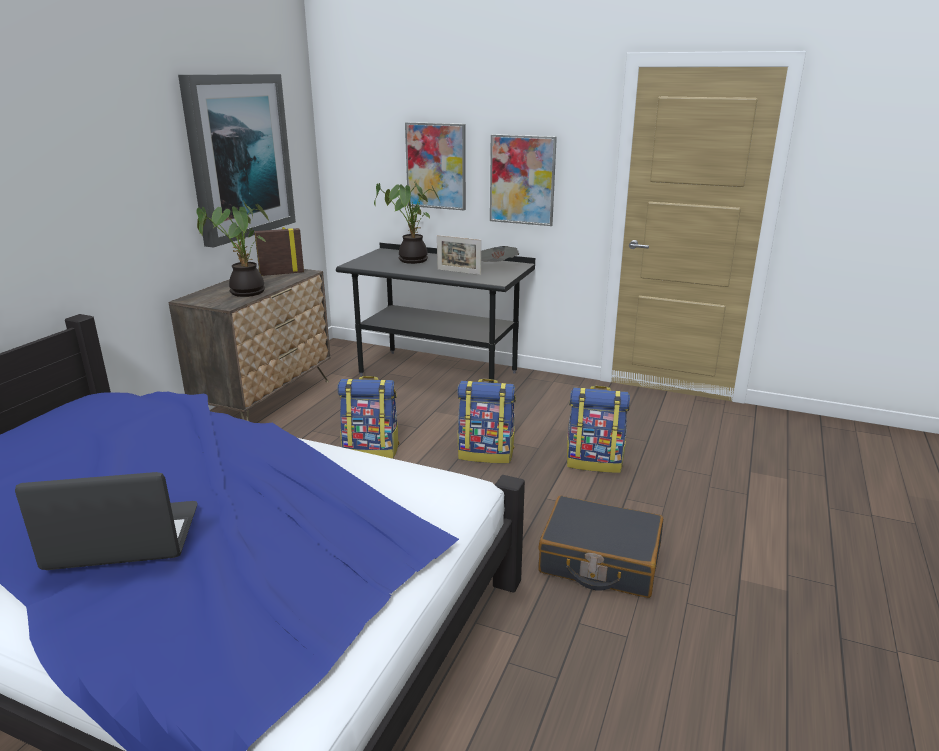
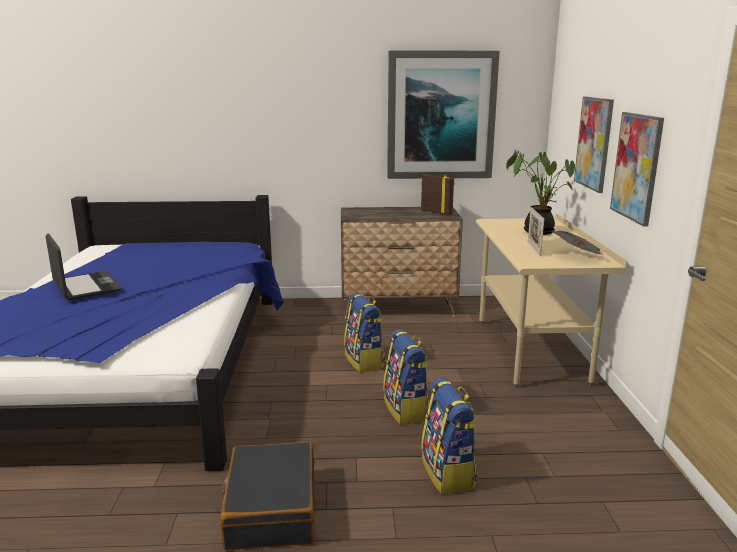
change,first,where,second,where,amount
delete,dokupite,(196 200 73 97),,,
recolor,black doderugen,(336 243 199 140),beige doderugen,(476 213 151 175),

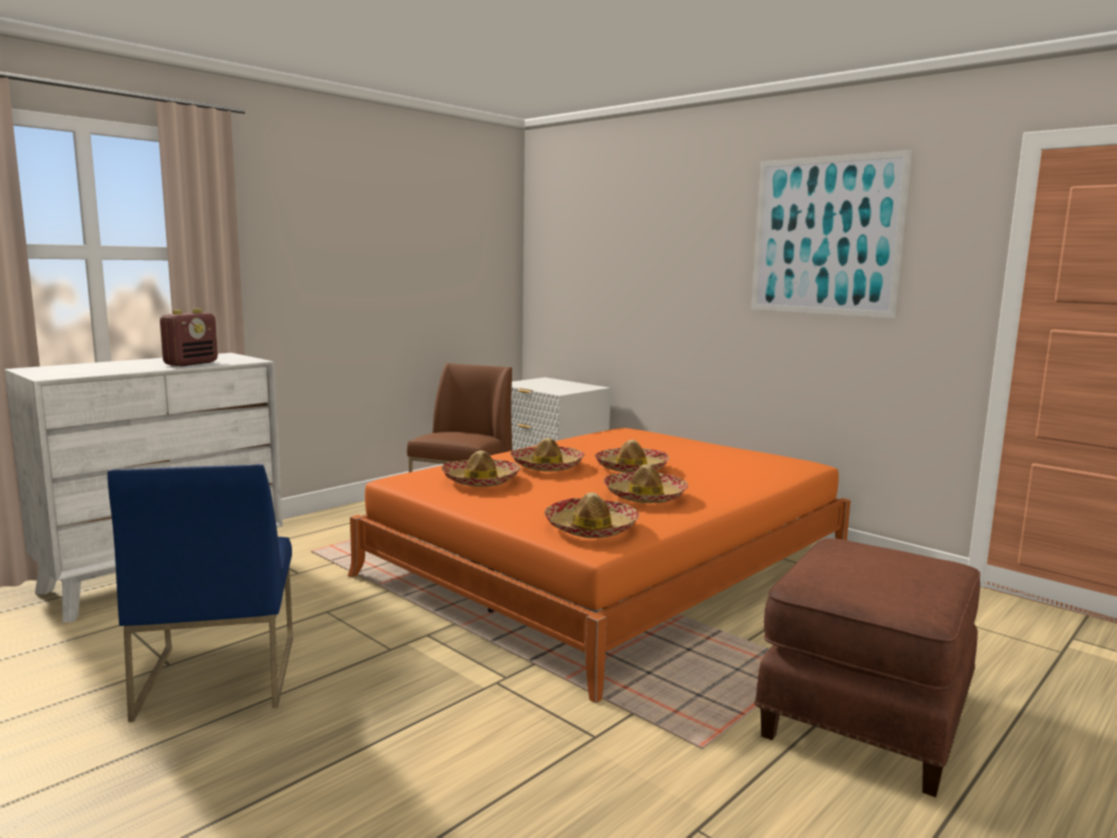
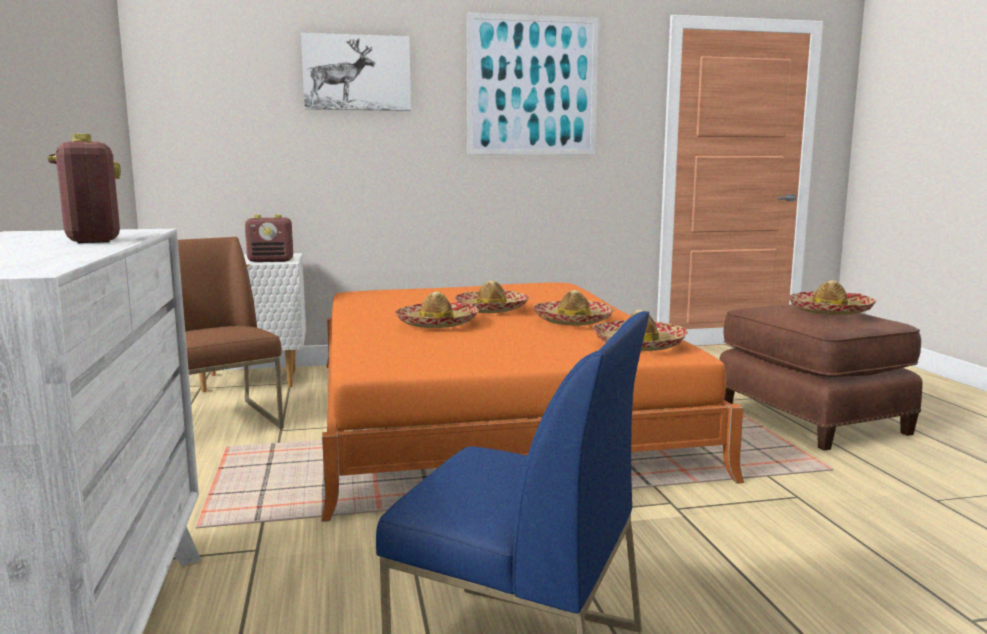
change,first,where,second,where,amount
insert,,,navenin,(245 214 48 48),
insert,,,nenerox,(301 32 110 79),
move,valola,(442 451 79 36),,(788 280 89 35),

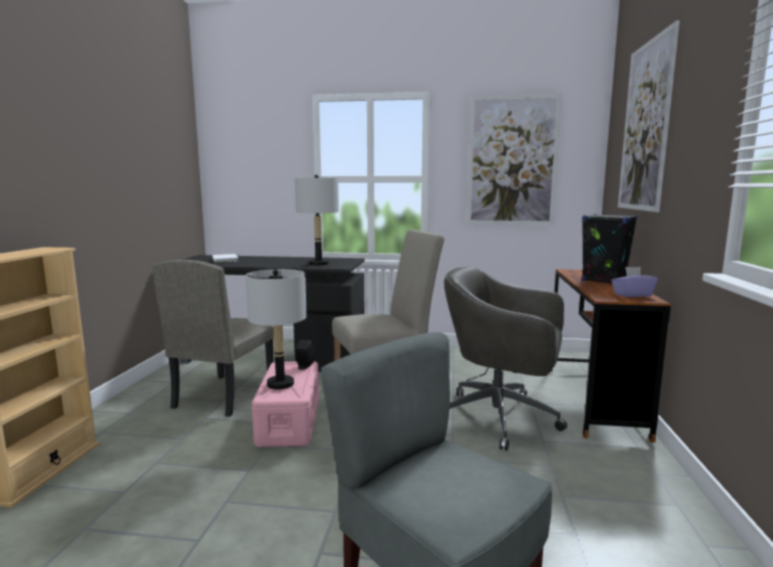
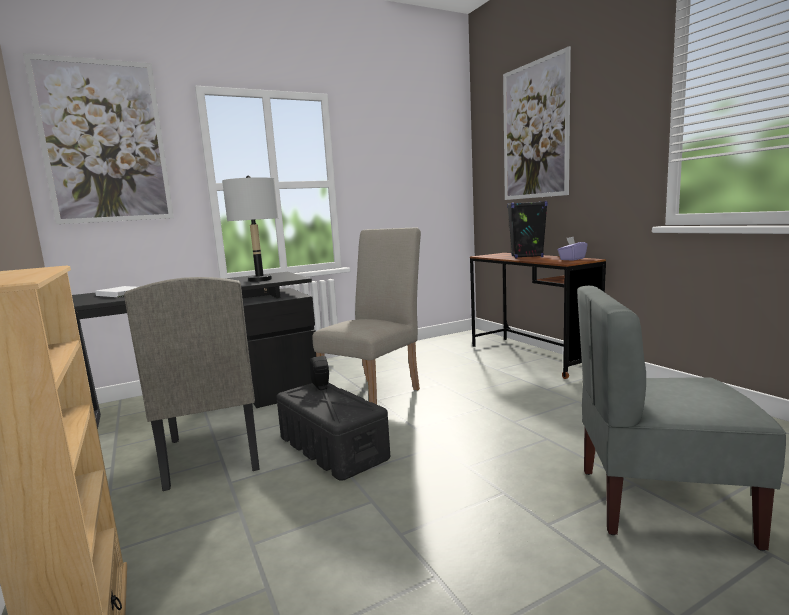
change,first,where,second,where,amount
delete,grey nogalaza,(246 269 61 121),,,
delete,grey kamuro,(444 267 123 184),,,
move,nenerox,(467 94 95 131),,(23 53 151 171),
recolor,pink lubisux,(252 361 67 86),black lubisux,(276 383 114 98),

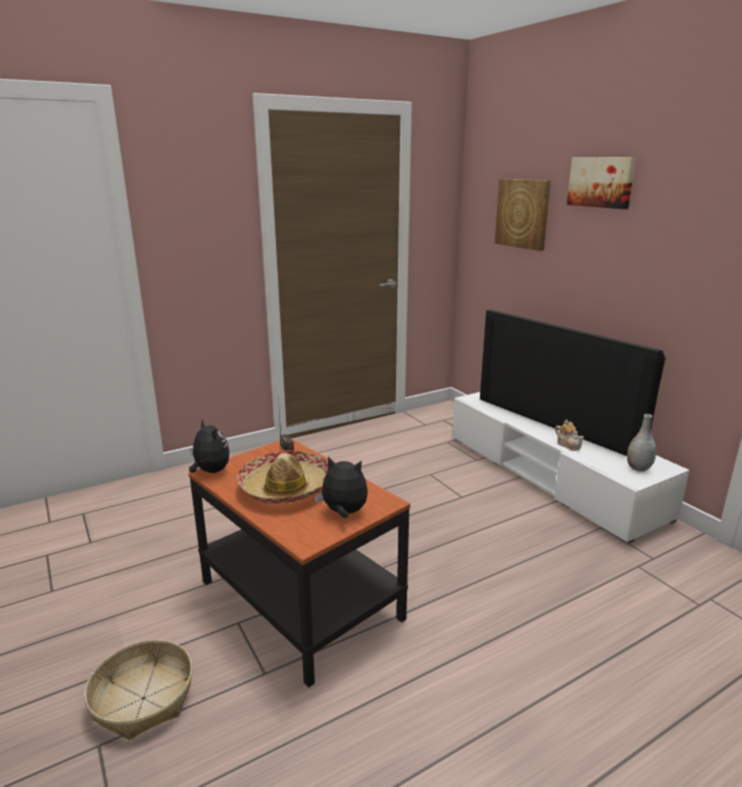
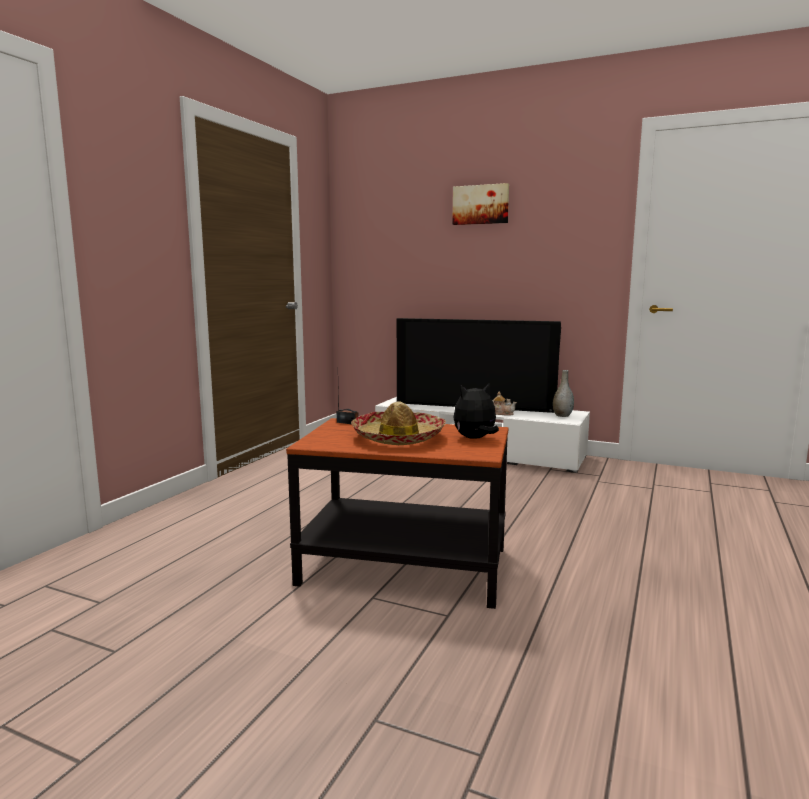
change,first,where,second,where,amount
delete,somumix,(84 640 109 100),,,
delete,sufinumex,(189 418 40 55),,,
delete,nenerox,(495 179 56 72),,,

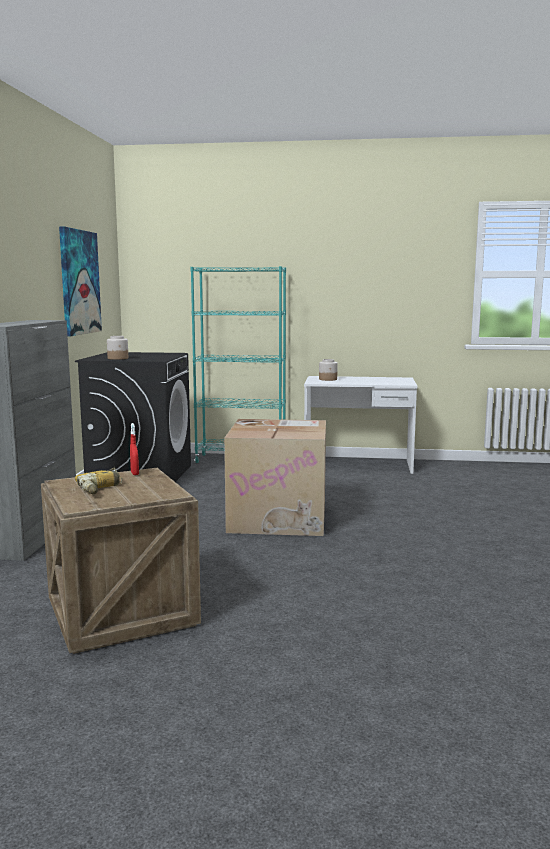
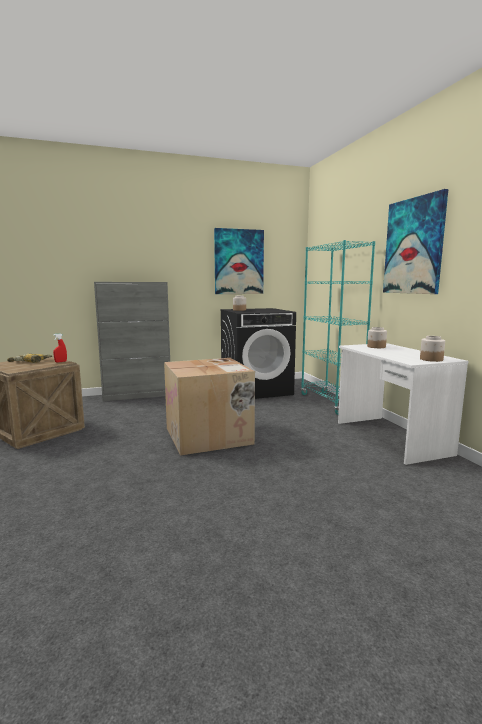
change,first,where,second,where,amount
insert,,,nenerox,(383 189 65 105),
insert,,,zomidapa,(420 336 25 26),

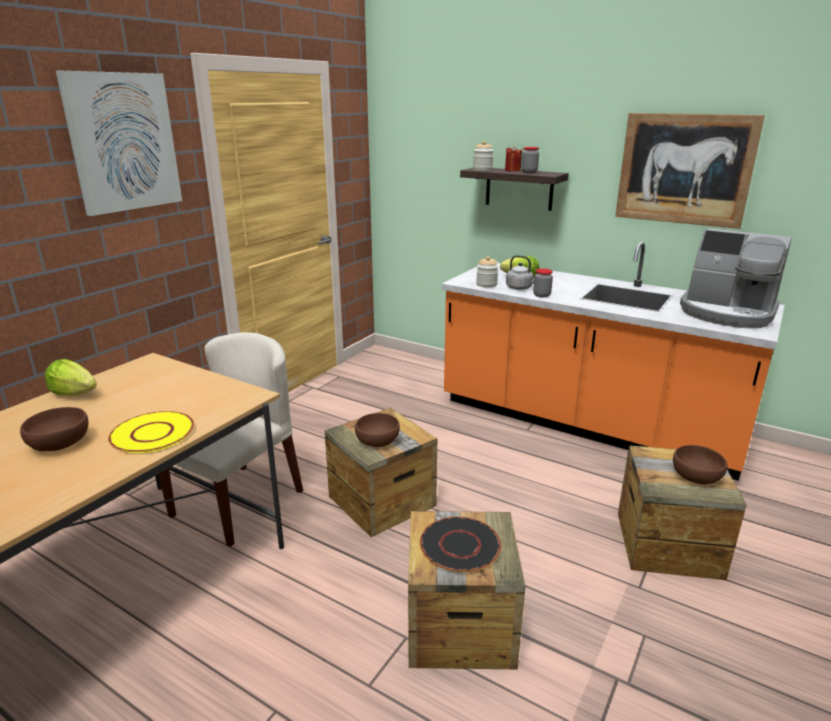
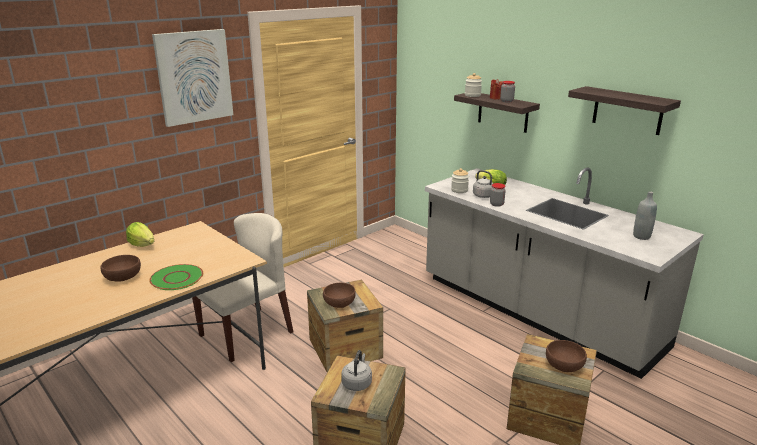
change,first,where,second,where,amount
replace,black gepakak,(420 517 81 55),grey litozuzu,(341 350 31 41),
replace,nenerox,(615 113 150 116),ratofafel,(568 86 113 49),
replace,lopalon,(680 228 112 100),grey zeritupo,(633 191 24 49),
recolor,yellow gepakak,(108 411 86 42),green gepakak,(149 264 54 26),
recolor,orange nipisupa,(442 242 343 239),grey nipisupa,(425 168 279 211),

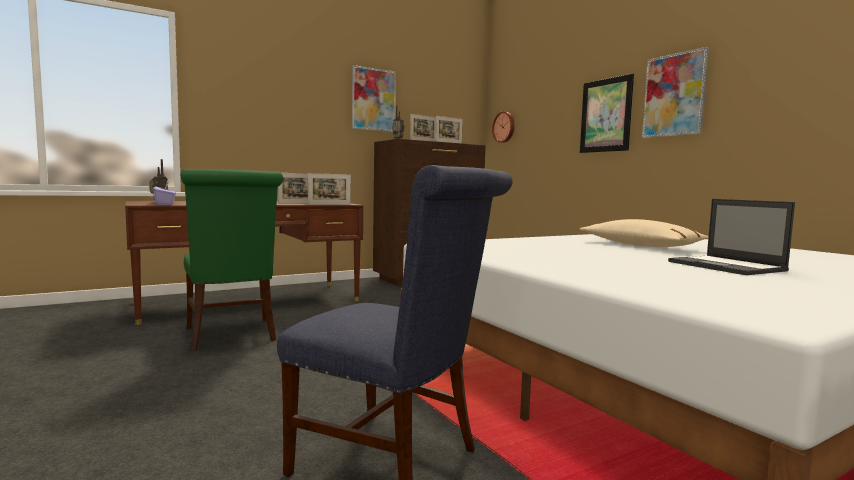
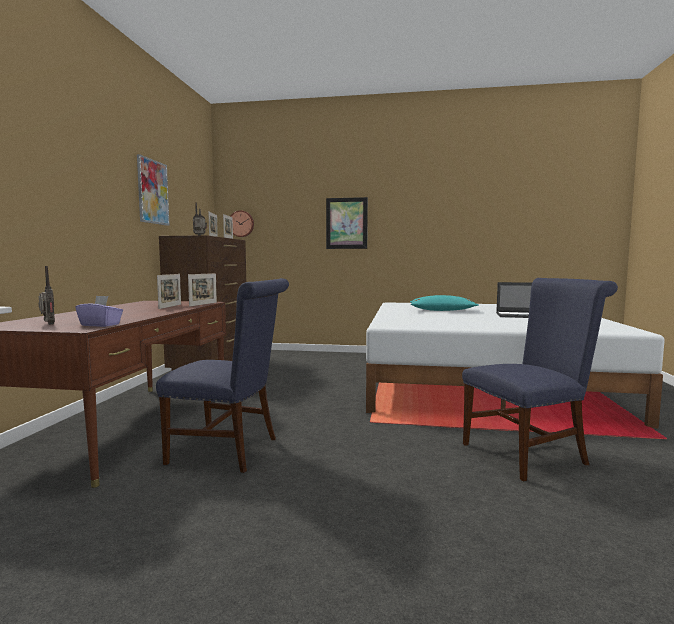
change,first,where,second,where,amount
delete,nenerox,(642 47 67 91),,,
recolor,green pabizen,(181 169 102 181),blue pabizen,(156 278 133 195),
recolor,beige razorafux,(580 219 129 28),turquoise razorafux,(410 295 69 16),

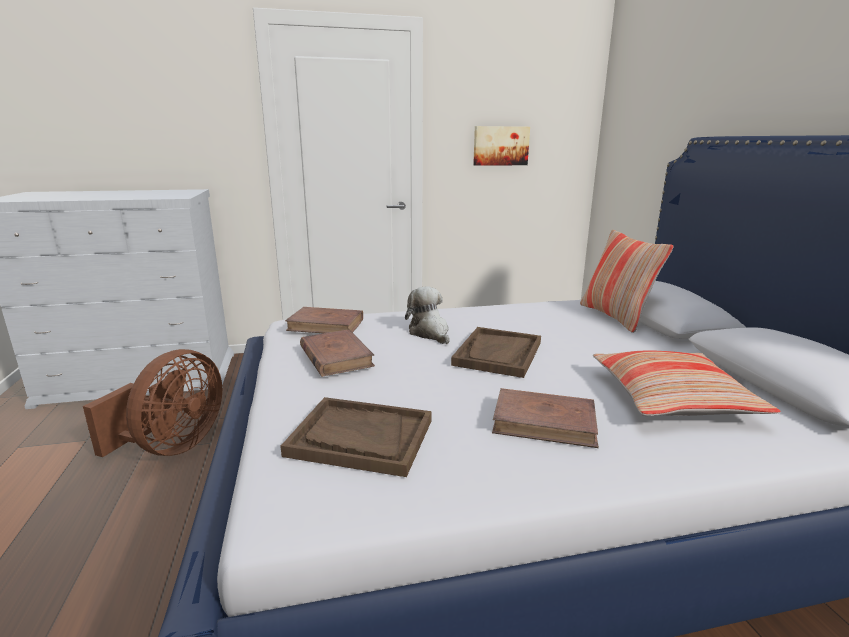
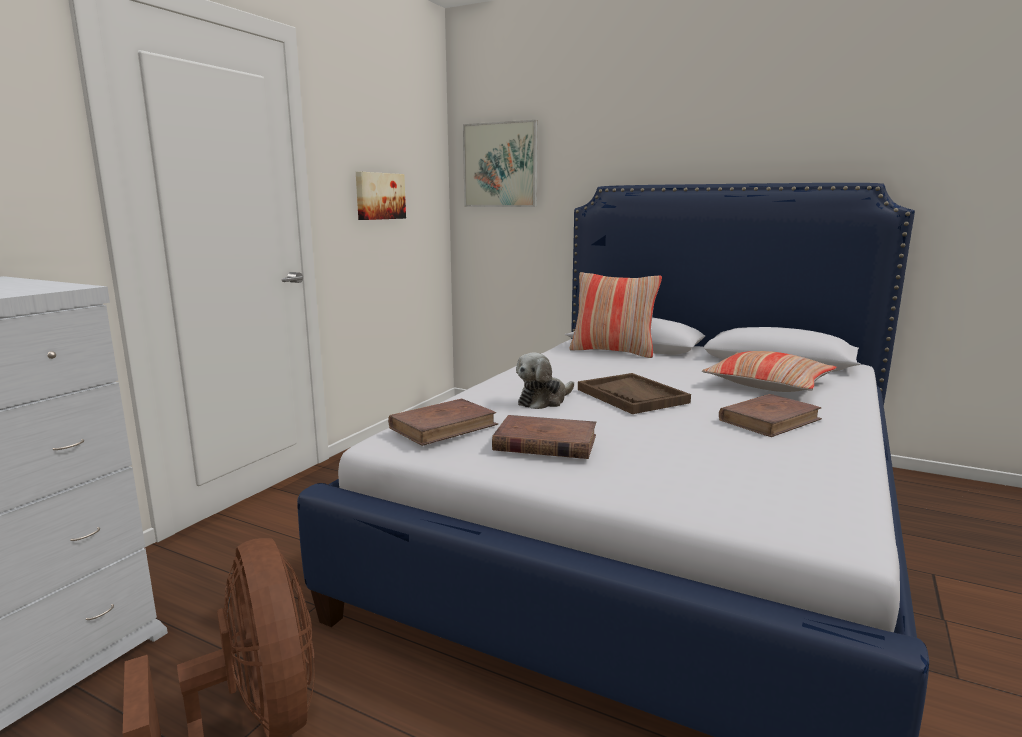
change,first,where,second,where,amount
delete,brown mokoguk,(280 397 152 80),,,
insert,,,nenerox,(463 120 75 87),
rotate,sufinumex,(405 286 45 58),,(516 352 58 57),60 degrees counterclockwise

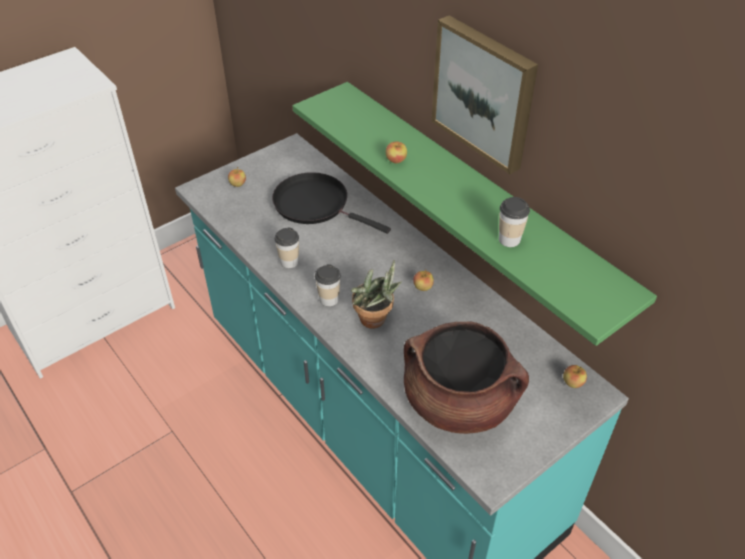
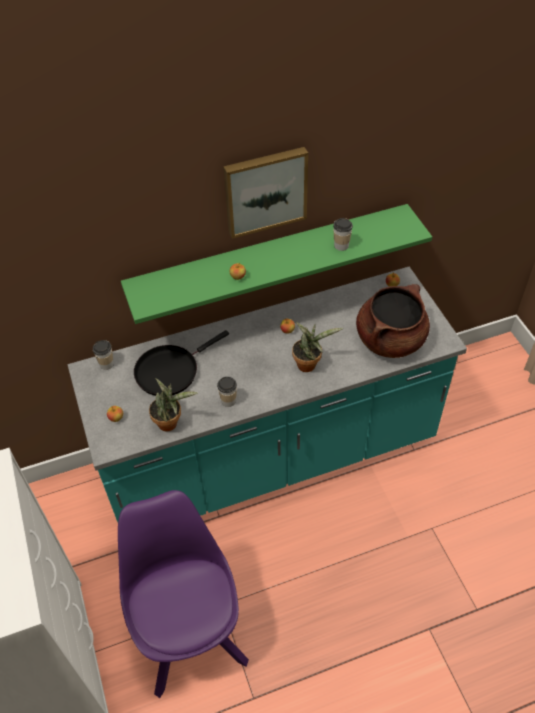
change,first,where,second,where,amount
insert,,,purple pabizen,(118 490 131 208),
insert,,,dokupite,(149 378 49 53),
move,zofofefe,(315 264 26 43),,(93 340 21 30),

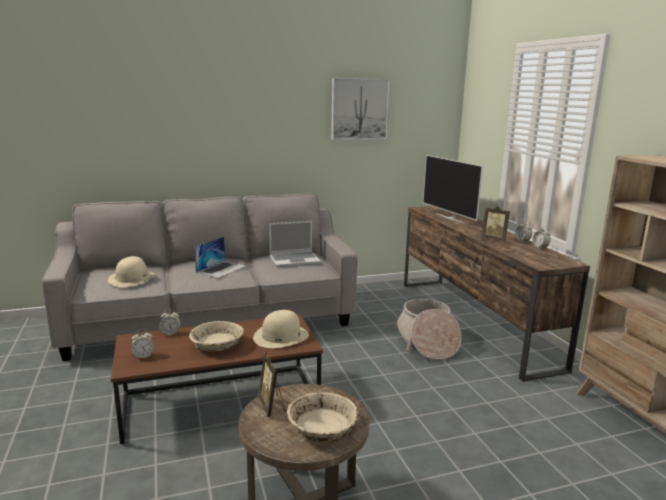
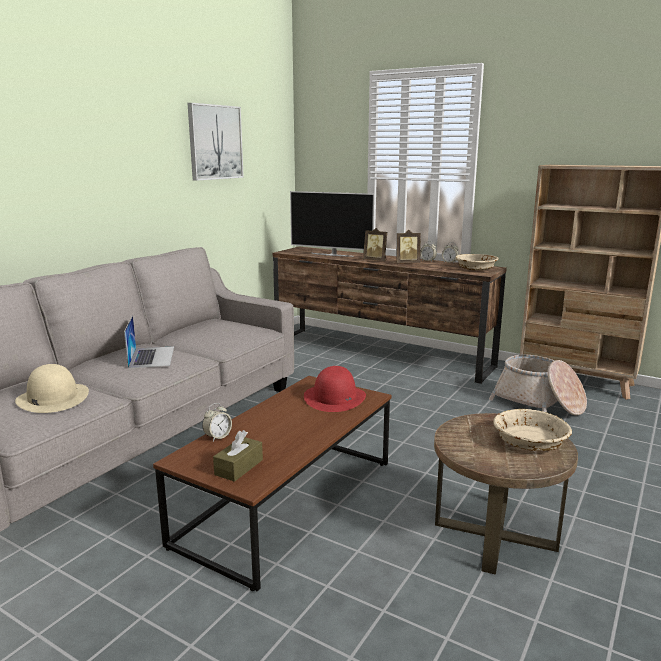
change,first,where,second,where,amount
delete,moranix,(269 221 52 47),,,
move,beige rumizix,(189 321 55 31),,(456 254 43 16),
move,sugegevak,(258 352 28 65),,(363 228 24 33),
move,somumix,(394 299 67 61),,(489 355 98 60),
replace,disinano,(131 329 23 30),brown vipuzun,(213 430 50 52),
recolor,beige valola,(253 310 56 38),red valola,(304 366 62 46),

